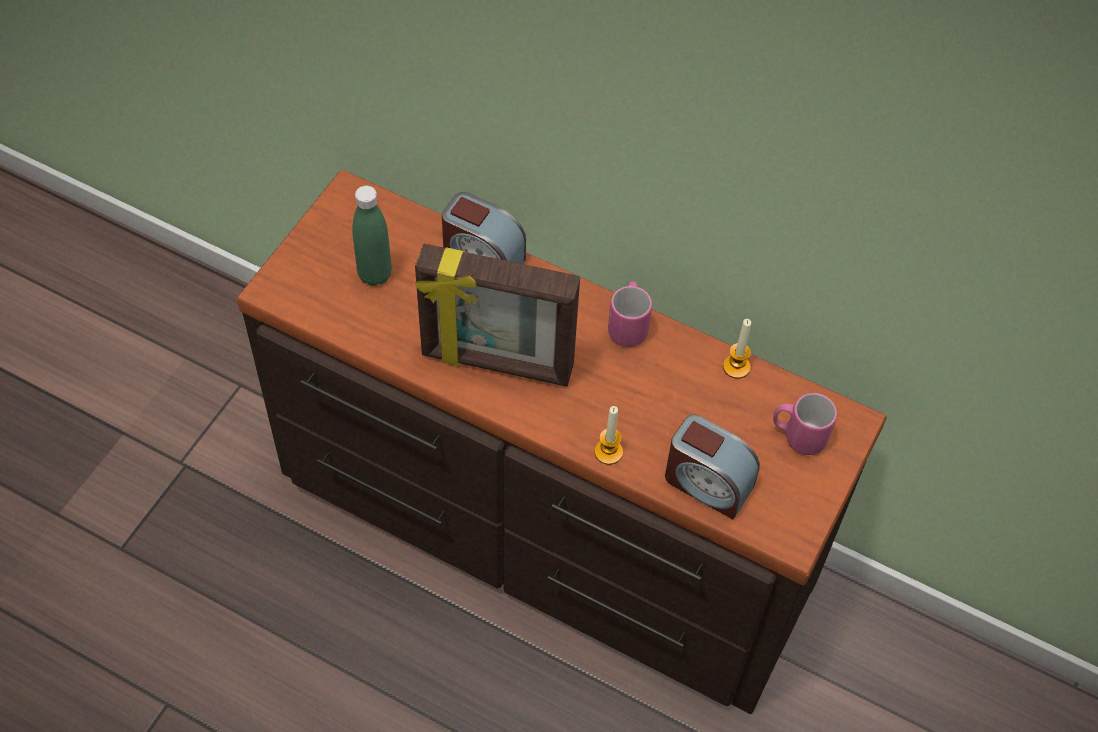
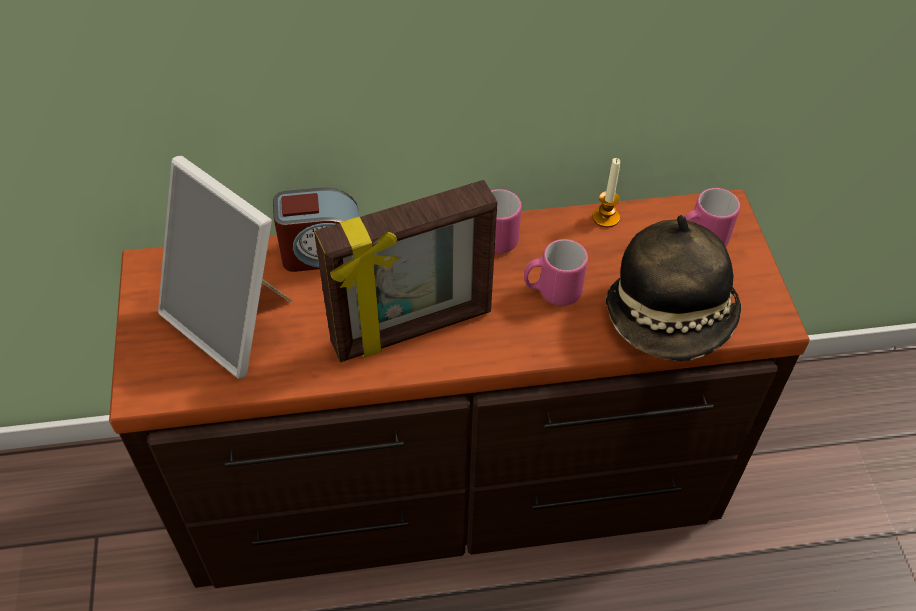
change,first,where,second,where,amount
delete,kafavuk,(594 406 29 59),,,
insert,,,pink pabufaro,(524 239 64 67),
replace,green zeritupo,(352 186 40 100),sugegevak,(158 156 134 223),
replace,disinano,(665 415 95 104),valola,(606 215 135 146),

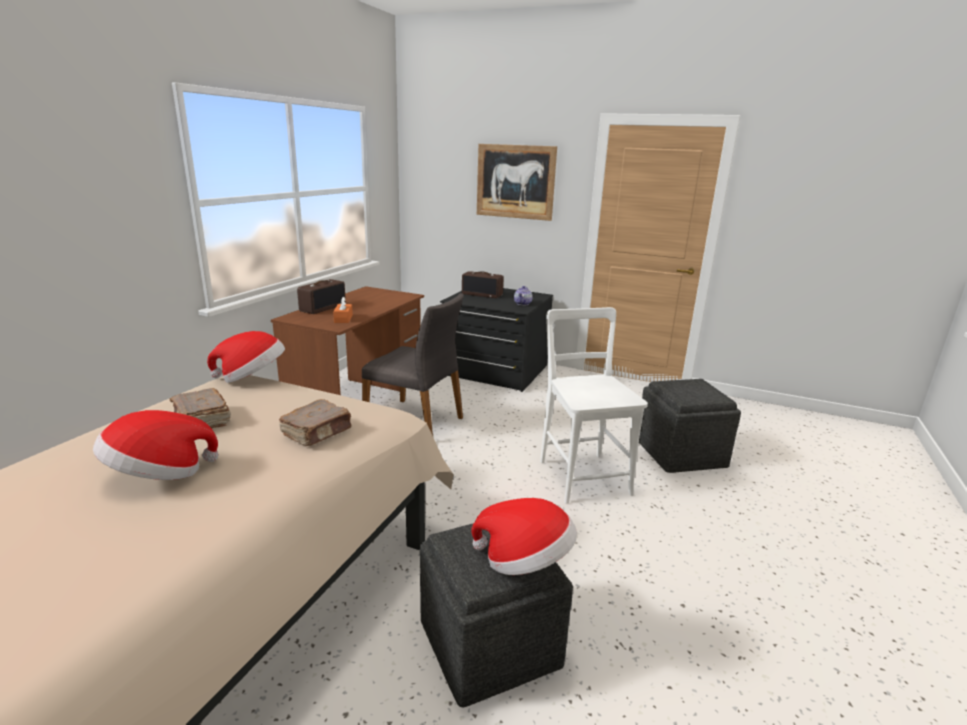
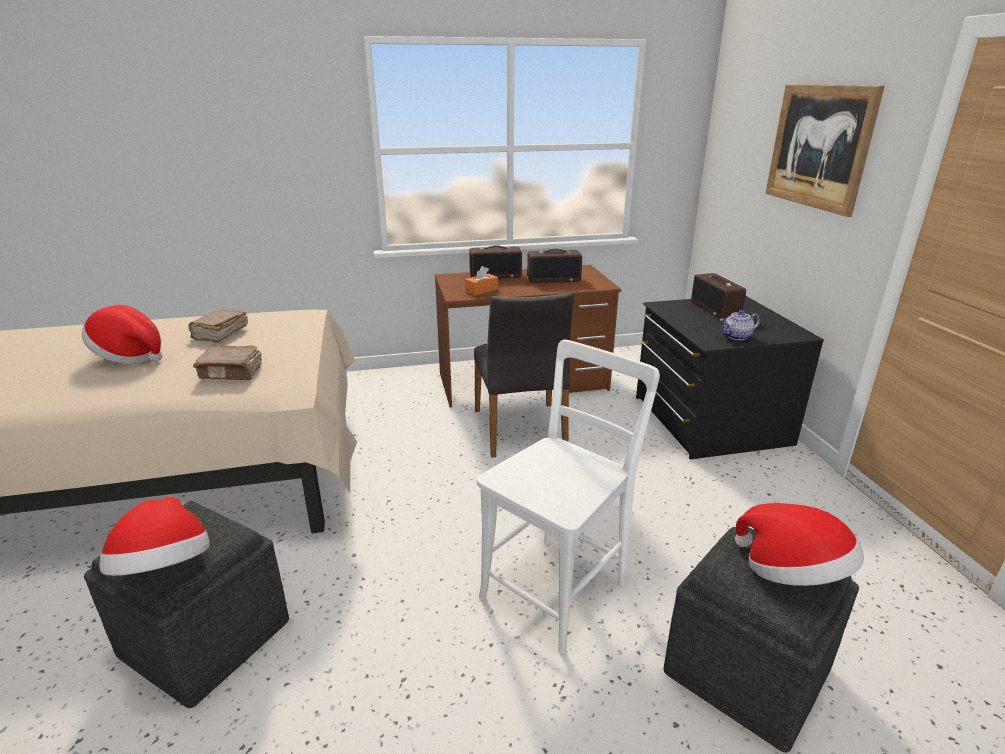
change,first,where,second,where,amount
insert,,,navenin,(527 249 55 34),
move,valola,(207 331 78 52),,(735 503 129 83),

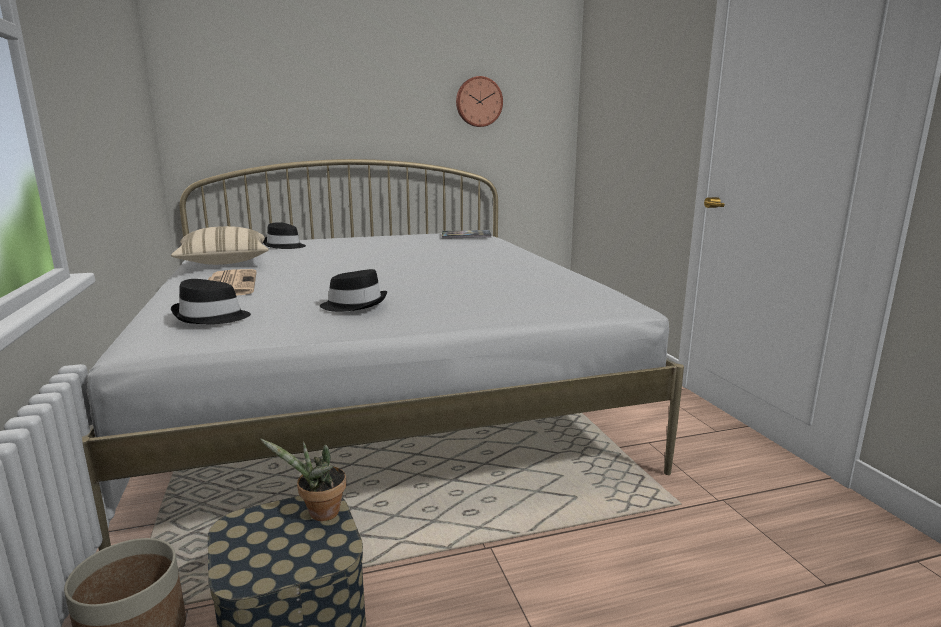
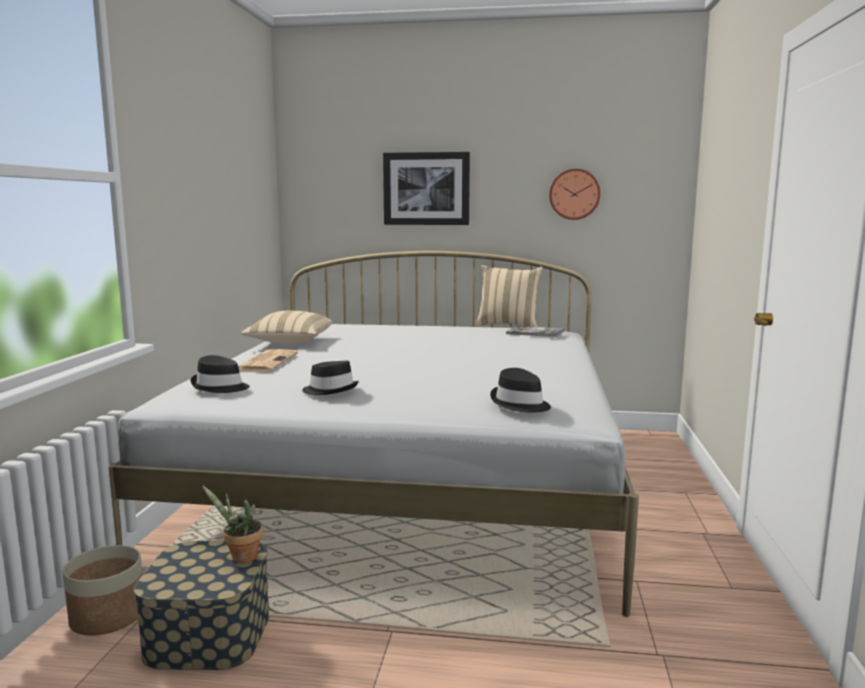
change,first,where,second,where,amount
insert,,,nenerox,(383 152 87 73),
insert,,,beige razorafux,(475 265 68 62),
move,black valola,(263 222 43 27),,(490 368 61 44),

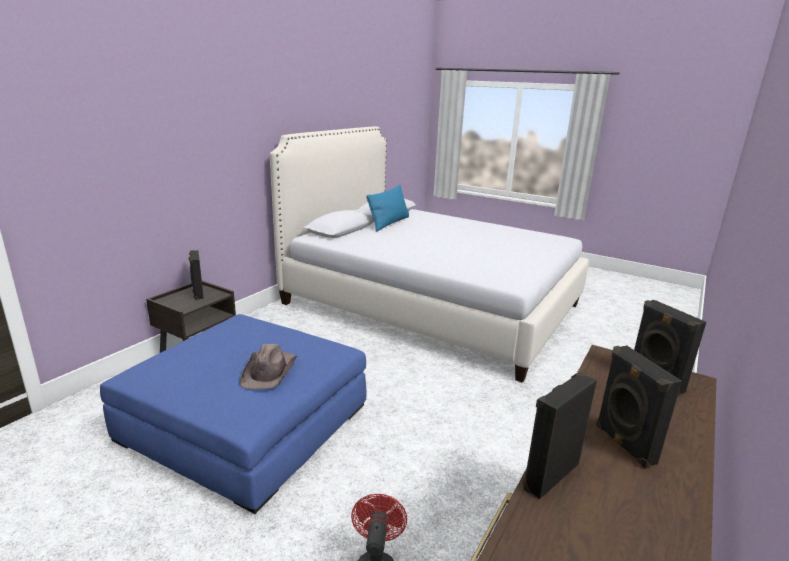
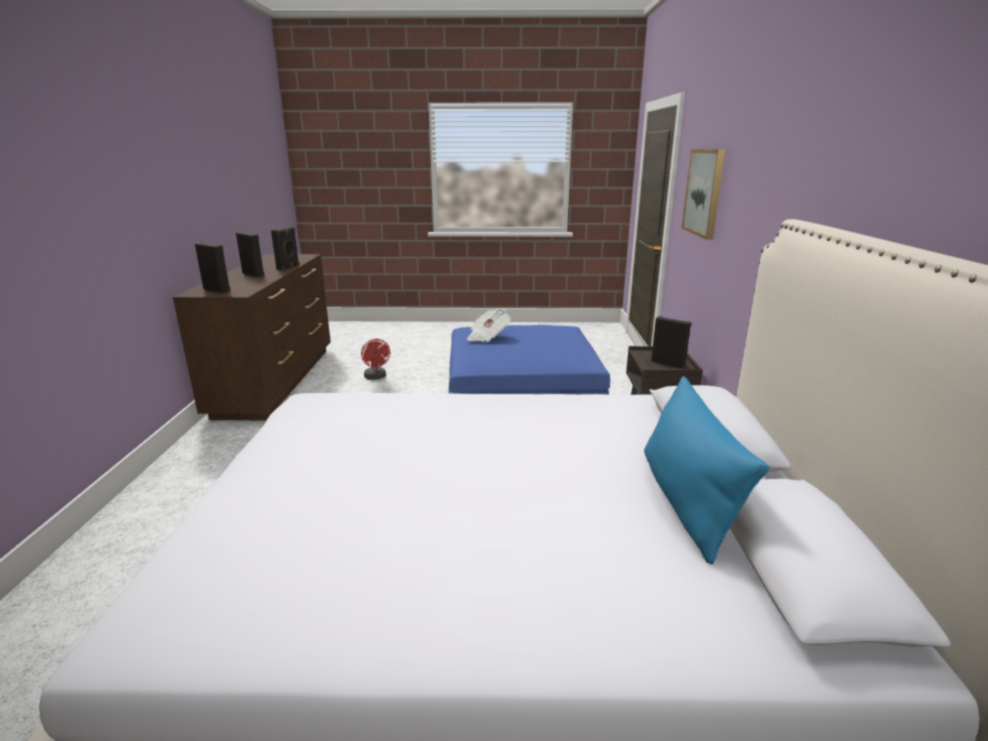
change,first,where,second,where,amount
insert,,,nenerox,(682 149 44 91),
replace,brown valola,(239 344 58 45),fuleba,(467 308 44 34),

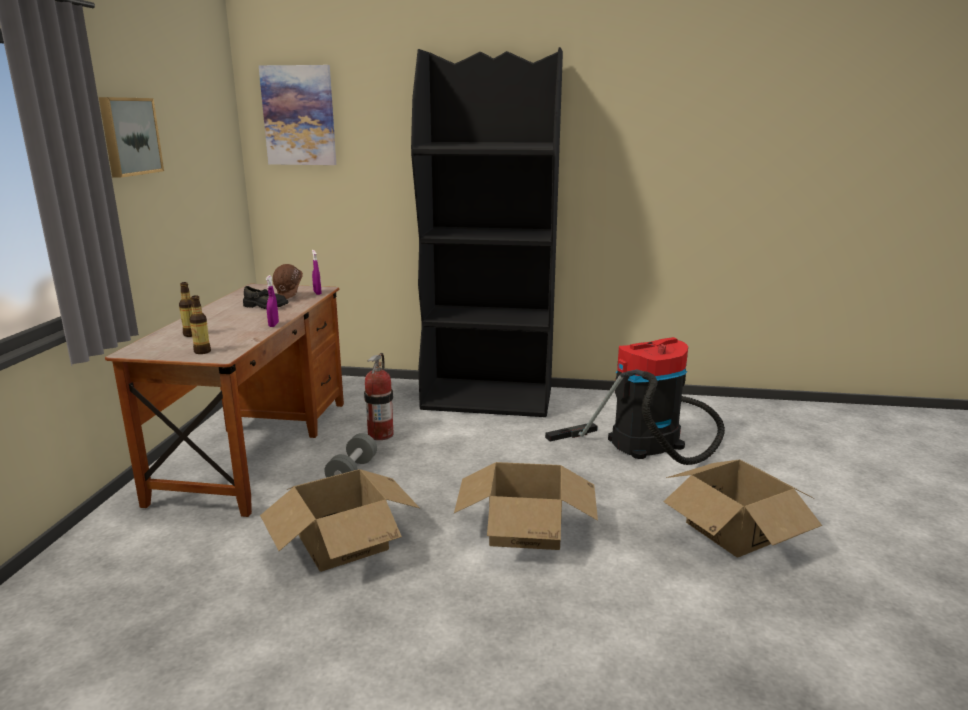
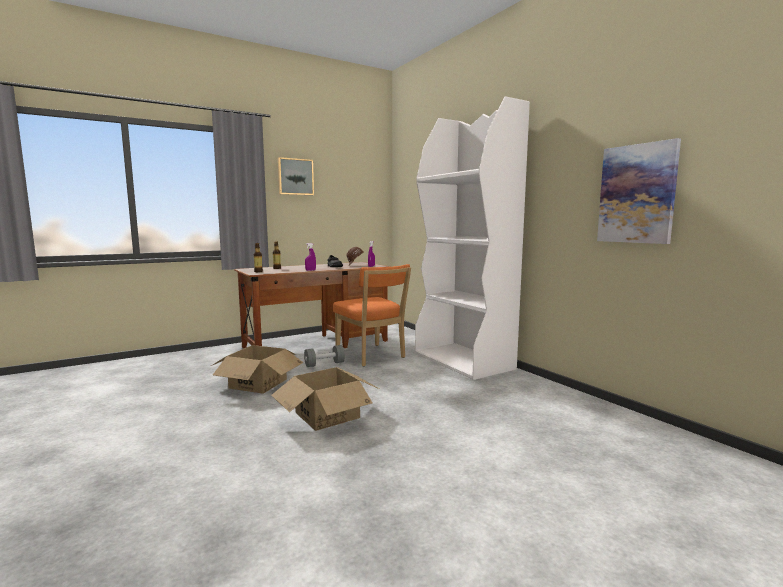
change,first,where,second,where,amount
delete,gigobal,(545 337 180 128),,,
delete,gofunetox,(663 460 159 97),,,
move,nenerox,(259 65 77 100),,(597 138 84 106),
replace,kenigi,(364 353 30 87),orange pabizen,(333 264 78 103),
recolor,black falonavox,(411 47 152 370),white falonavox,(415 96 115 284),

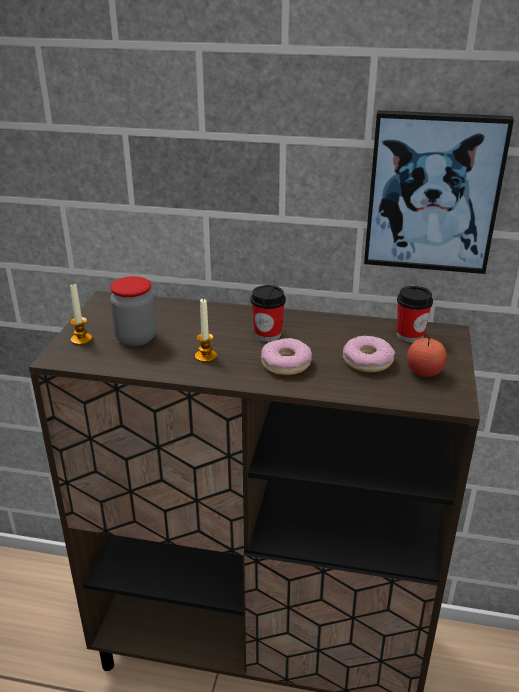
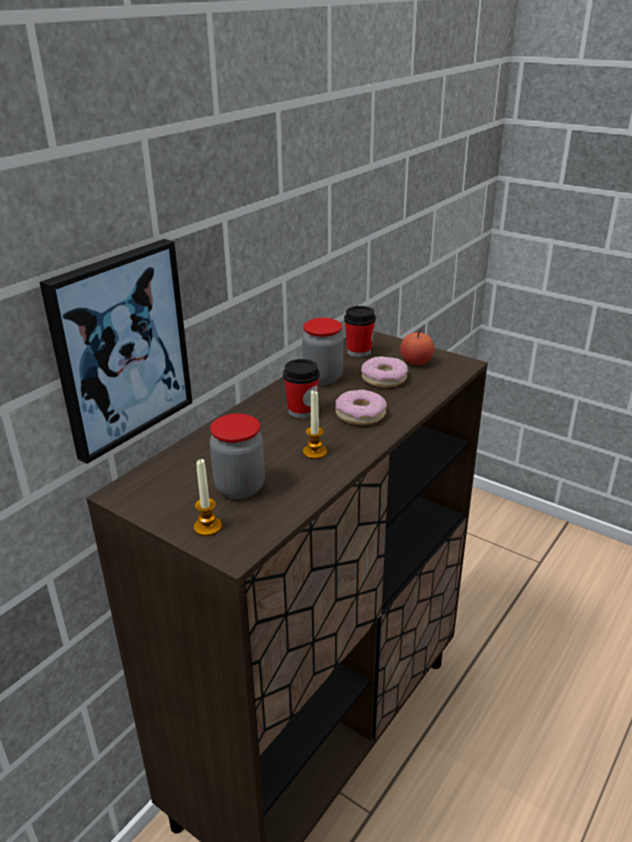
change,first,where,second,where,amount
insert,,,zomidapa,(302 318 41 67),
move,nenerox,(364 110 150 164),,(39 239 153 225),

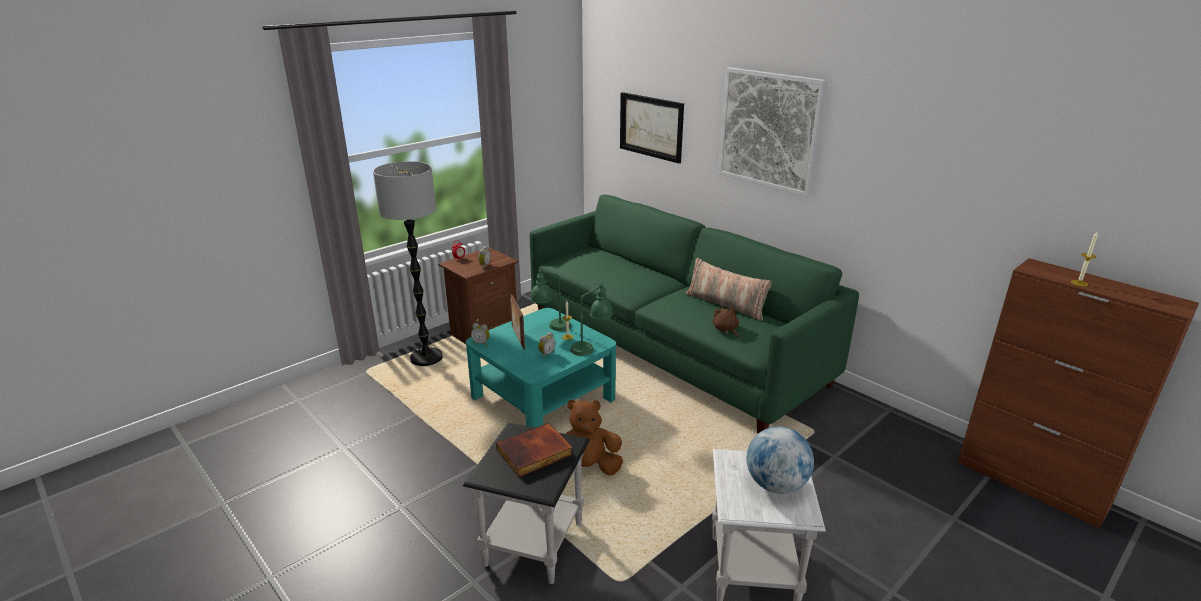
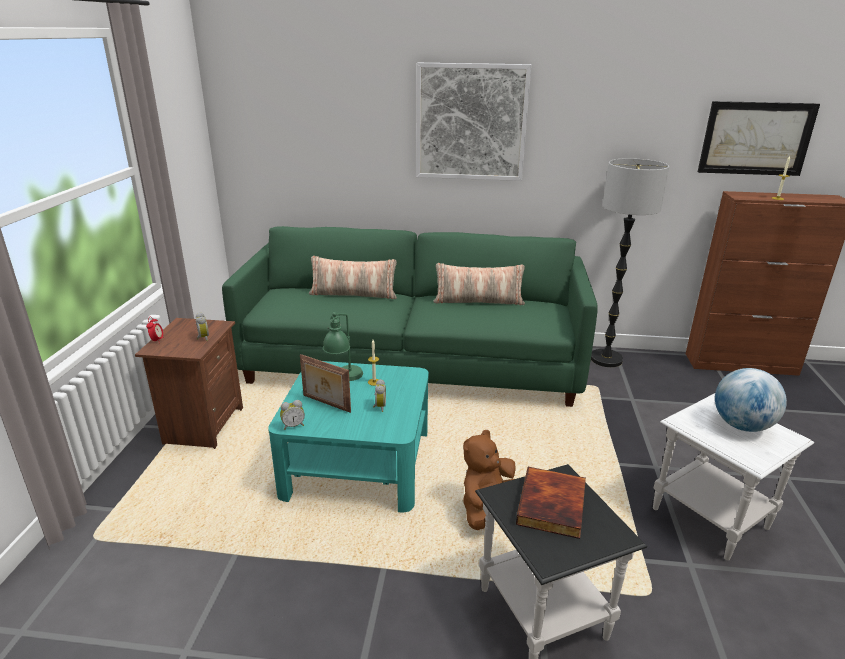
change,first,where,second,where,amount
delete,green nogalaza,(570 283 43 73),,,
delete,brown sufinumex,(713 305 26 32),,,
insert,,,razorafux,(309 256 88 43),
move,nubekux,(373 161 70 205),,(591 158 78 209),
move,nenerox,(620 92 64 71),,(698 101 122 75),

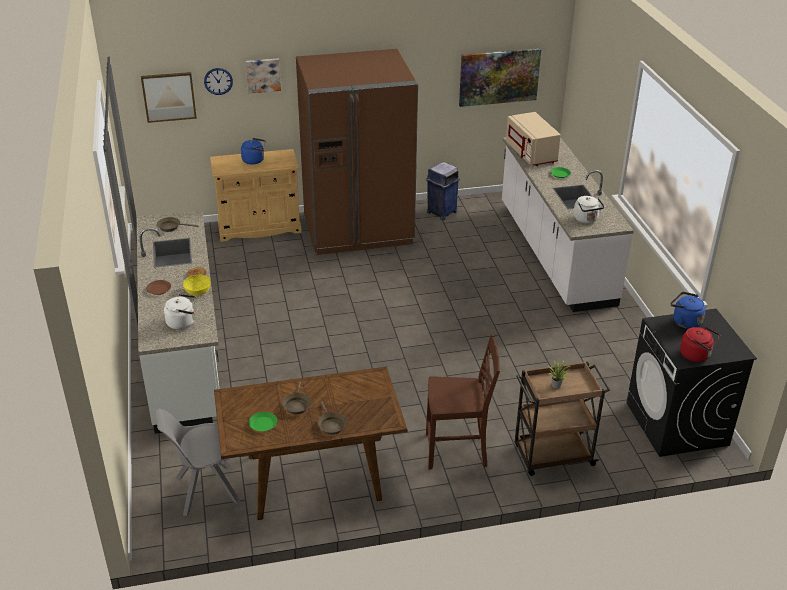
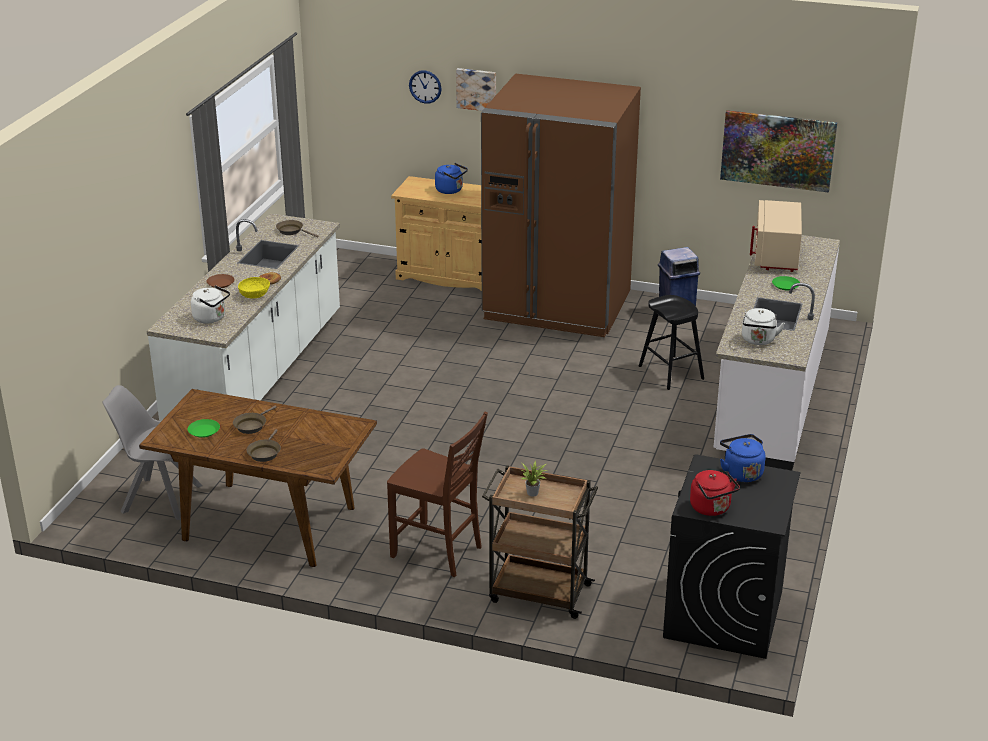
change,first,where,second,where,amount
delete,nenerox,(141 72 56 51),,,
insert,,,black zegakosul,(639 295 65 95),

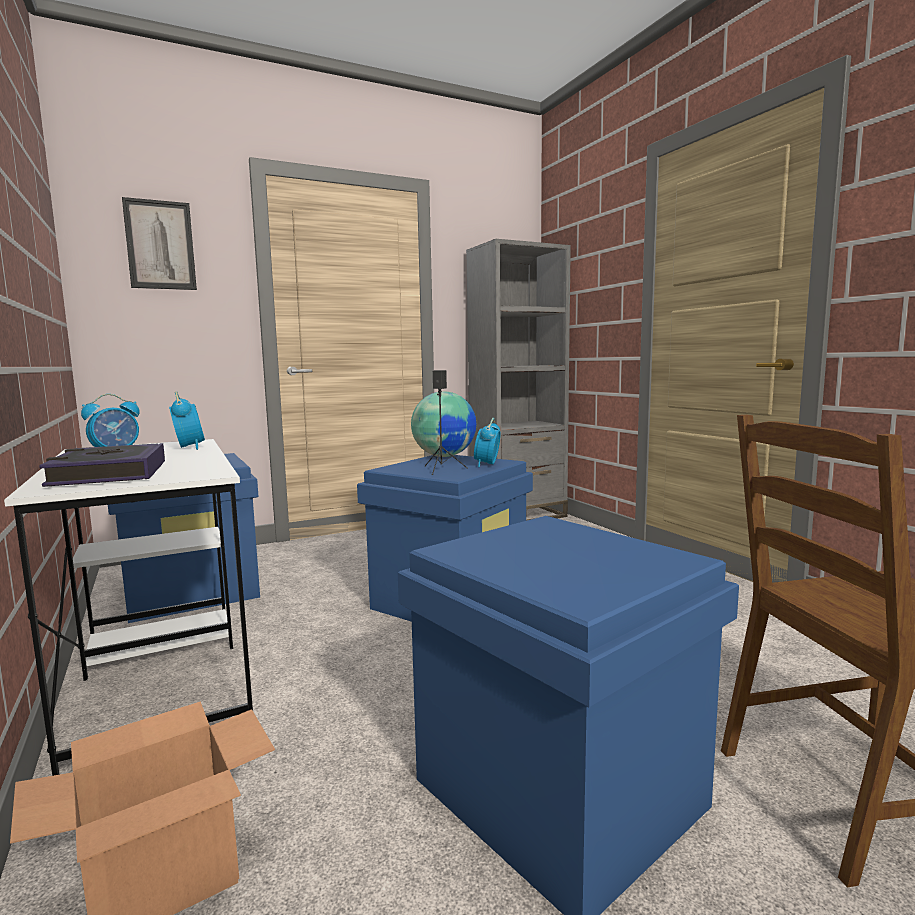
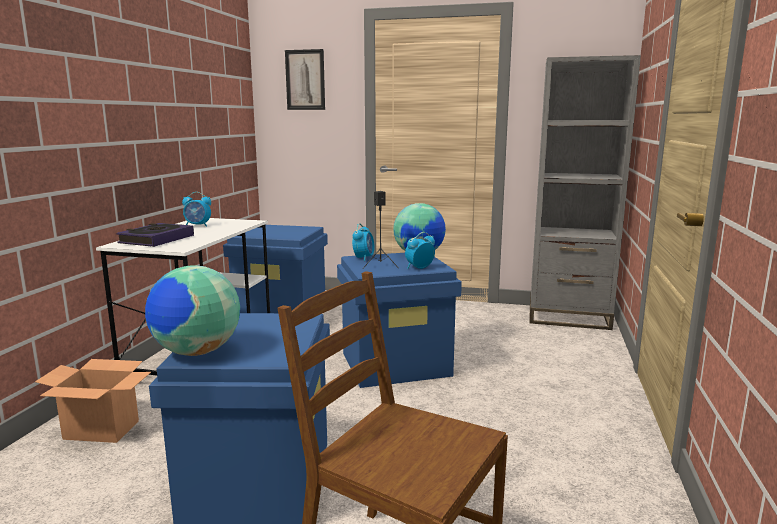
change,first,where,second,where,amount
insert,,,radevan,(145 265 95 91),
move,disinano,(169 391 36 59),,(352 223 23 38),

